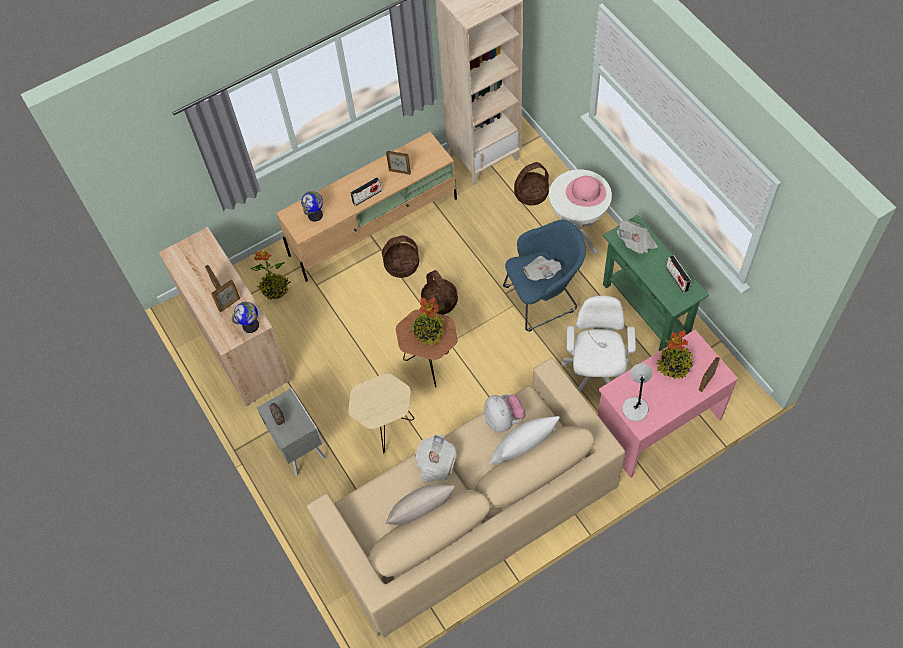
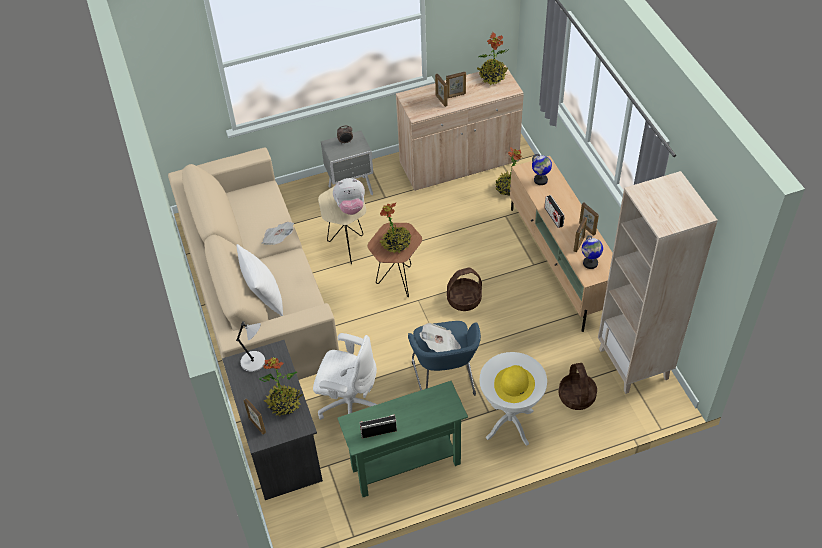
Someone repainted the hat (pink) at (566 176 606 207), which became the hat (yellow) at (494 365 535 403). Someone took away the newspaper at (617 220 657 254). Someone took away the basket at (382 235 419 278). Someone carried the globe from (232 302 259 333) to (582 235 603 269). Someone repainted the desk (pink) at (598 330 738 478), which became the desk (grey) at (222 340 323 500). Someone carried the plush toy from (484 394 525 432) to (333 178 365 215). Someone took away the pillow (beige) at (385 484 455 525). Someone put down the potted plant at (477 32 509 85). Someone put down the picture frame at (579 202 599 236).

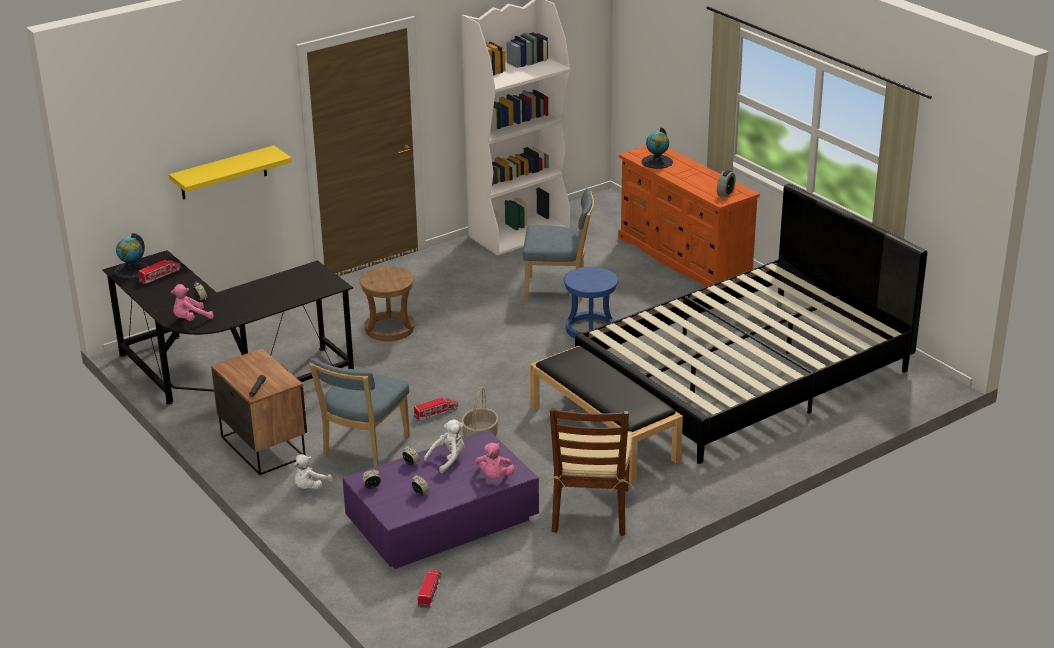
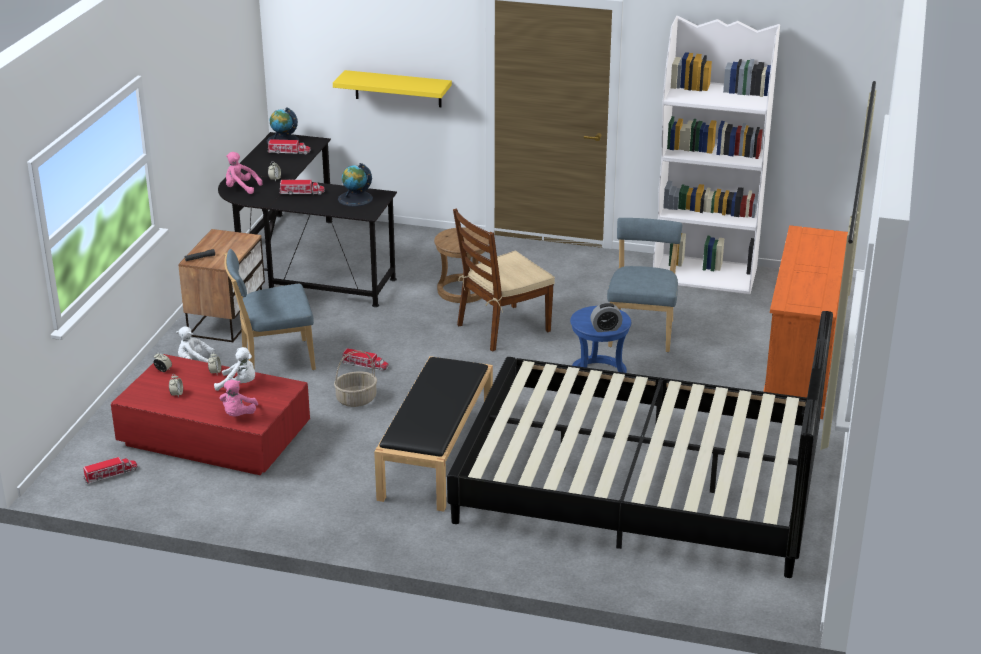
Someone carried the globe from (641 128 673 169) to (338 163 373 207). Someone carried the alarm clock from (717 170 735 197) to (590 303 623 332). Someone rotated the chair (blue) at (523 188 594 302) by 135 degrees counterclockwise. Someone carried the chair (brown) from (545 408 634 536) to (453 208 555 352). Someone repainted the coffee table (purple) at (343 430 539 569), which became the coffee table (red) at (111 354 310 475). Someone rotated the plush toy (pink) at (476 443 515 479) by 45 degrees counterclockwise. Someone put down the toy truck at (279 180 325 195).

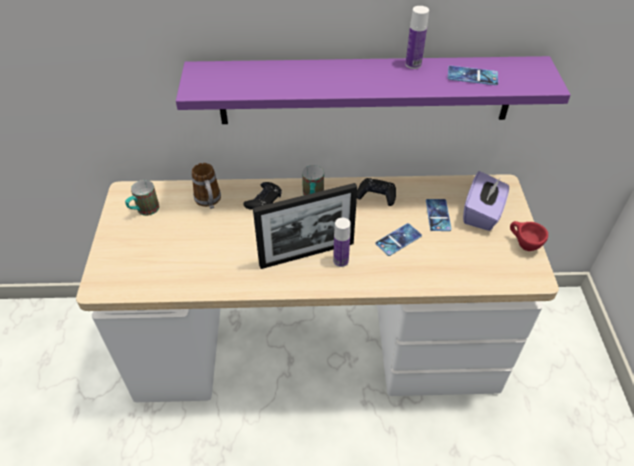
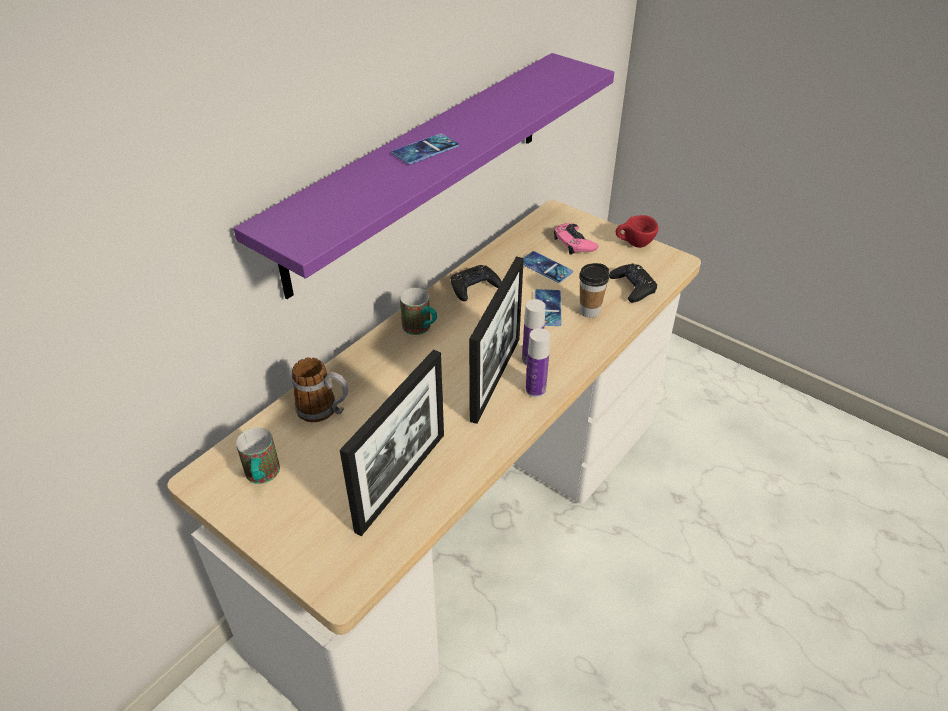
Someone carried the bottle from (405 6 429 69) to (526 328 550 397). Someone carried the phone from (448 66 498 85) to (392 134 459 164). Someone swapped the tissue box (purple) at (463 171 509 231) for the game controller (pink) at (554 223 598 255). Someone carried the game controller (black) from (243 182 282 210) to (609 264 657 303). Someone put down the cup at (579 263 609 318). Someone put down the picture frame at (340 349 444 536).

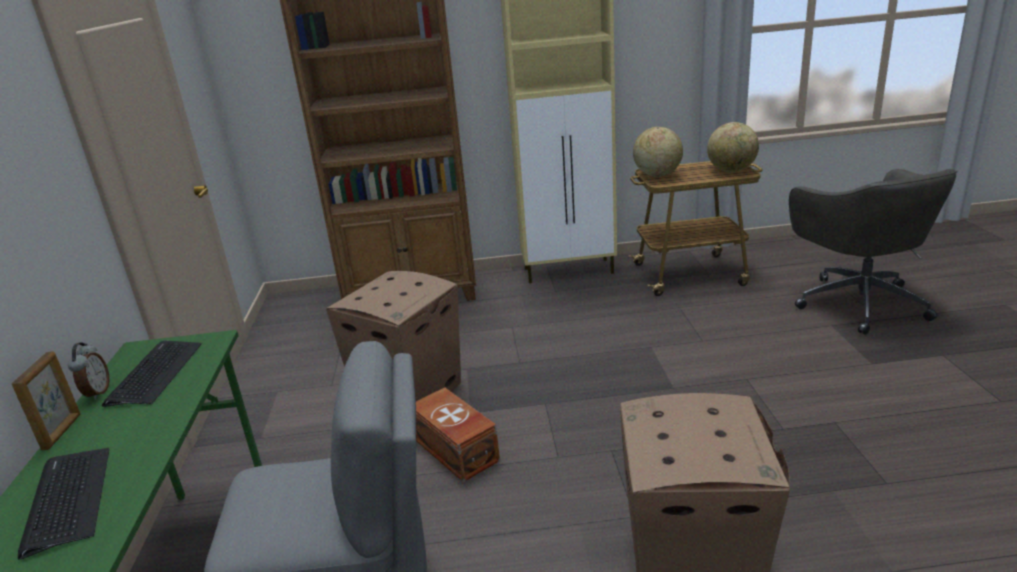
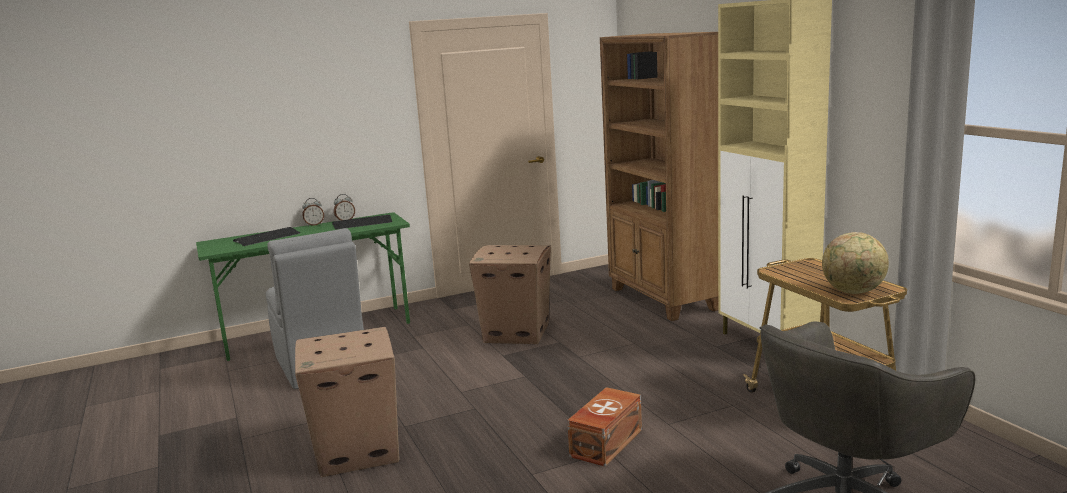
Someone took away the globe at (633 127 683 177). Someone swapped the picture frame at (12 351 80 450) for the alarm clock at (302 198 324 226). Someone carried the storage box (brown) from (416 388 500 482) to (567 387 642 467).

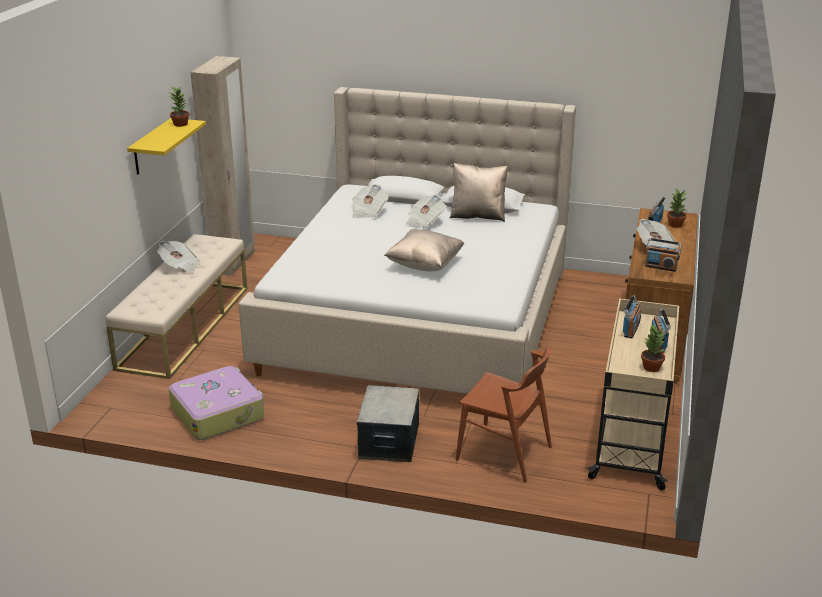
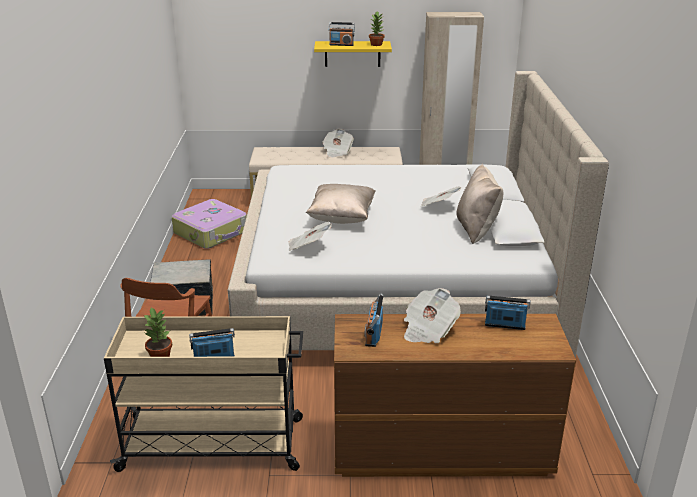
Someone carried the newspaper from (352 184 389 218) to (288 221 332 251). Someone took away the potted plant at (667 189 687 228). Someone carried the radio from (623 295 641 338) to (328 22 355 46).

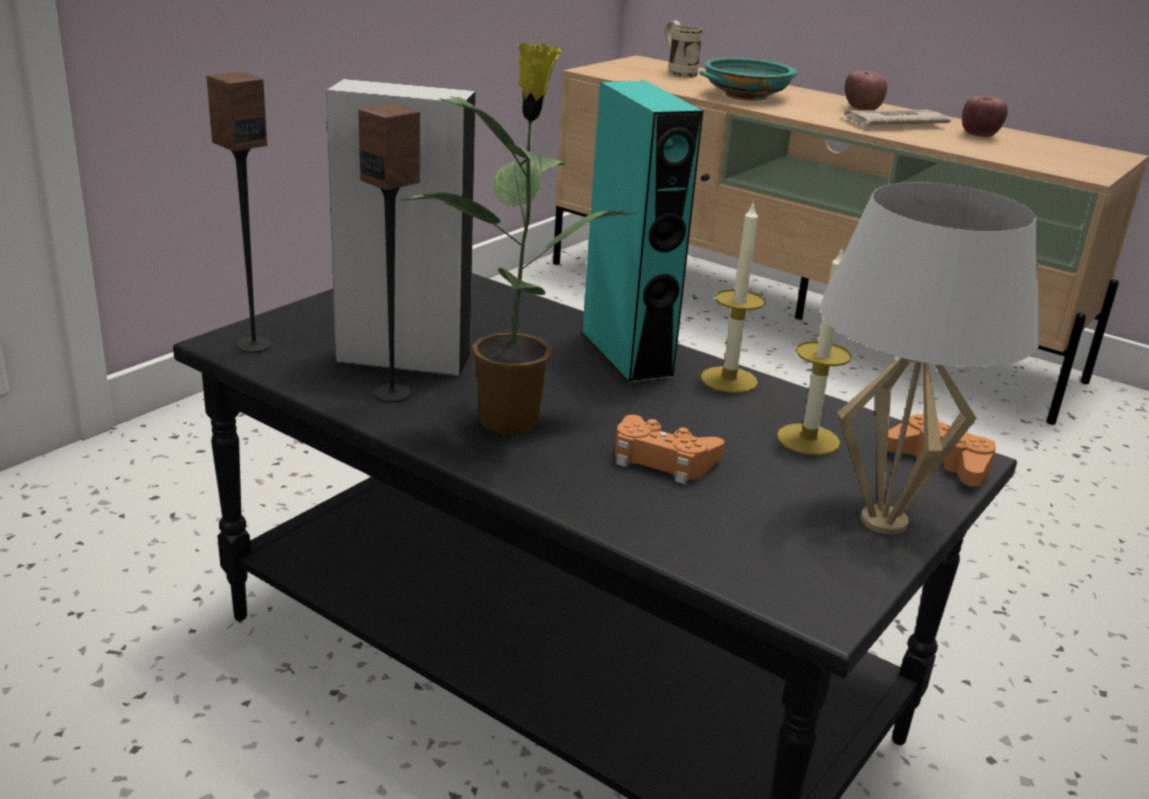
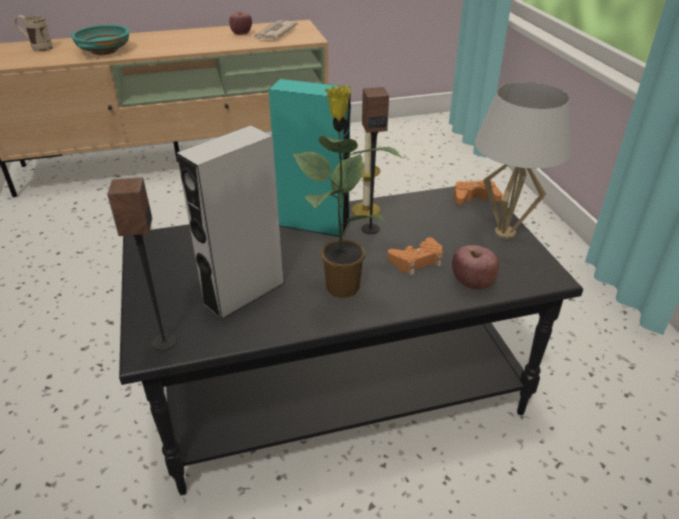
Someone carried the apple from (845 70 887 111) to (452 245 499 290). Someone carried the speaker from (358 104 420 402) to (361 87 389 234). Someone carried the newspaper from (840 110 951 125) to (254 21 298 40). Someone took away the candle at (777 246 852 456).

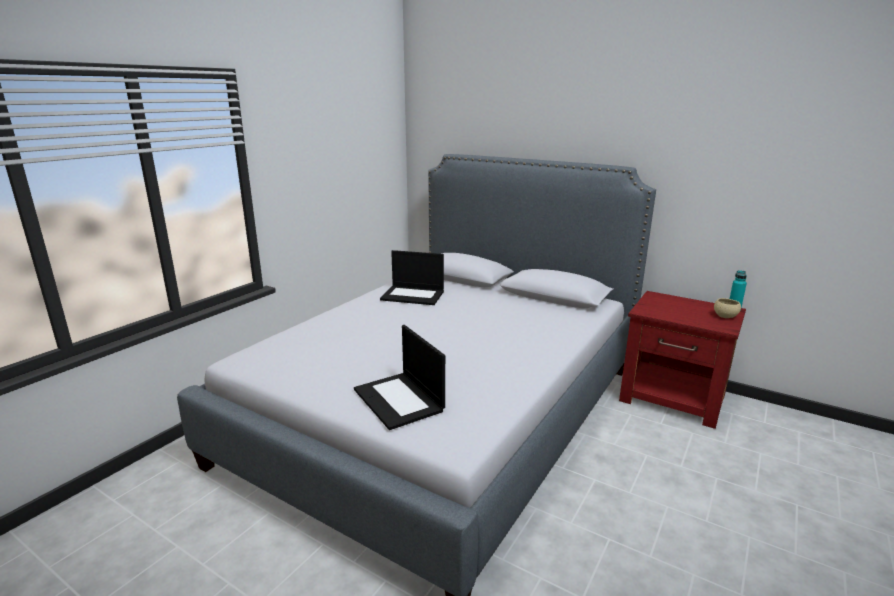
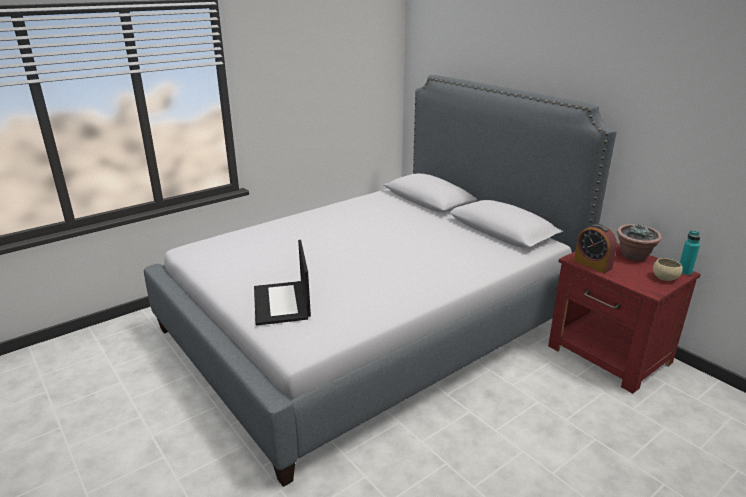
Someone took away the laptop at (380 250 444 305). Someone put down the alarm clock at (574 224 617 273). Someone put down the potted plant at (617 224 662 261).

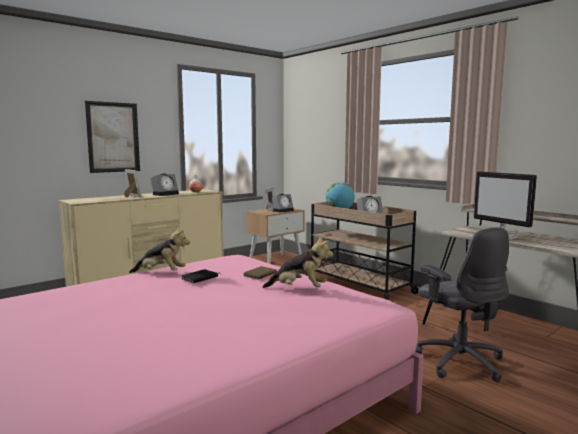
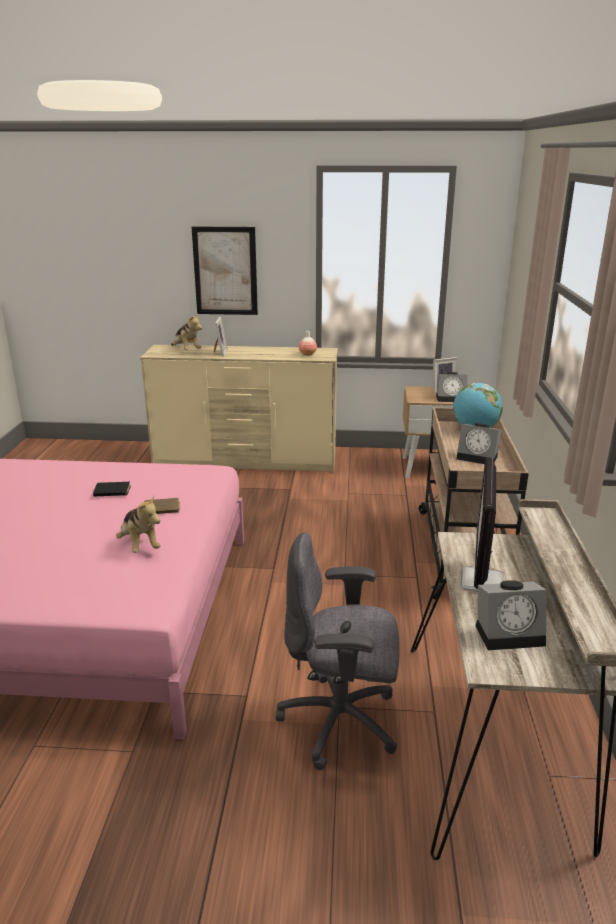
Someone carried the alarm clock from (151 173 179 196) to (475 580 547 650). Someone carried the plush toy from (129 226 190 273) to (171 313 202 350). Someone rotated the office chair (grey) at (416 227 509 382) by 75 degrees clockwise.

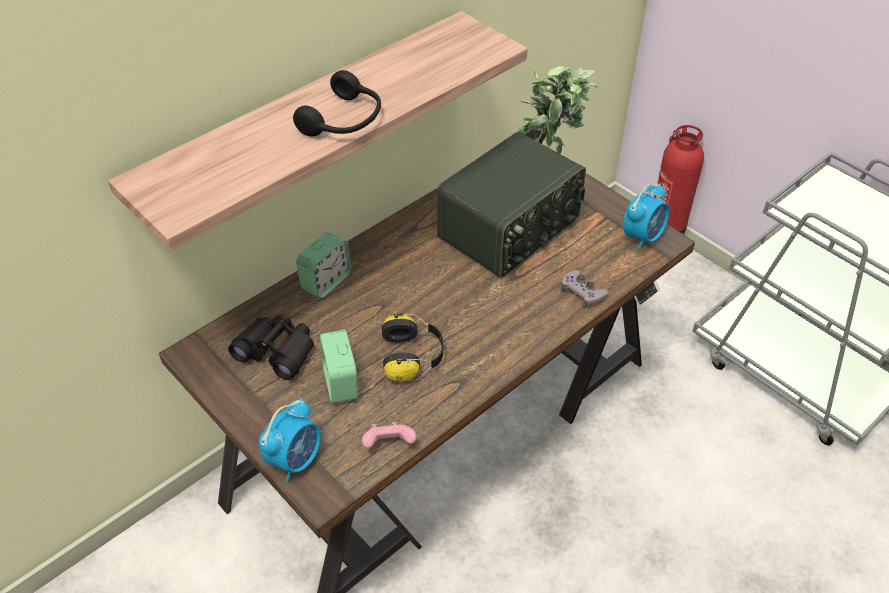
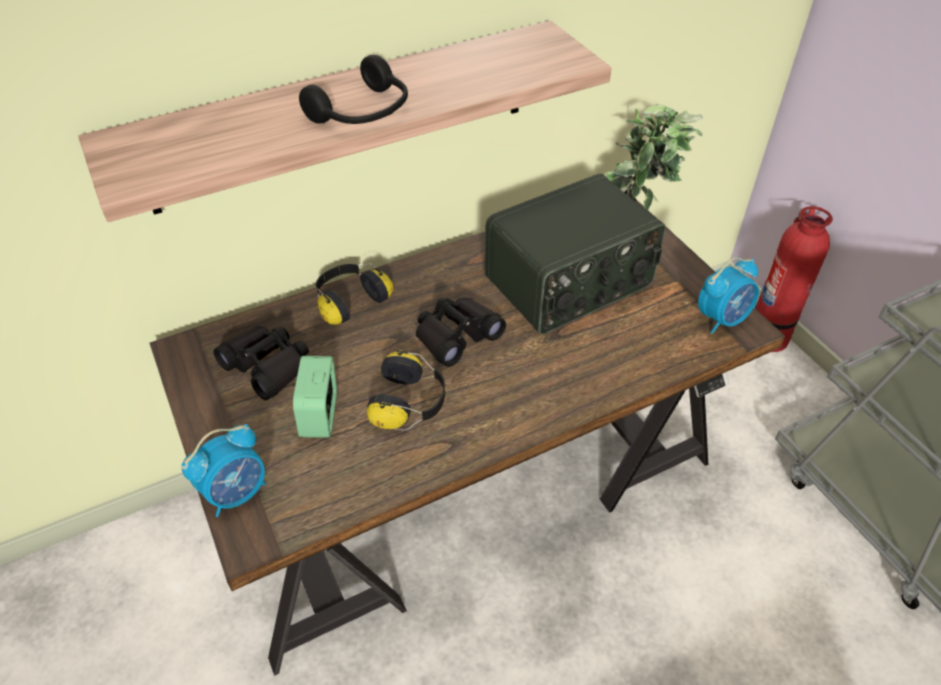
Someone swapped the alarm clock at (296 232 352 298) for the headphones at (316 263 393 325). Someone took away the game controller (grey) at (560 270 609 308). Someone took away the game controller (pink) at (362 422 416 448). Someone put down the binoculars (black) at (416 298 506 367).

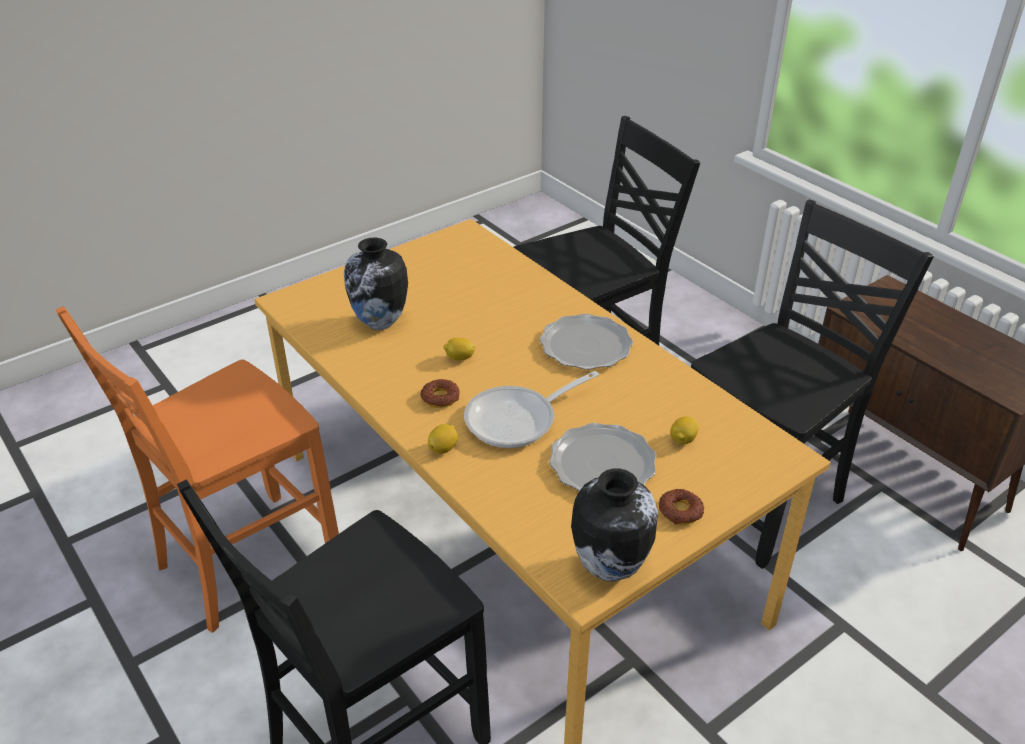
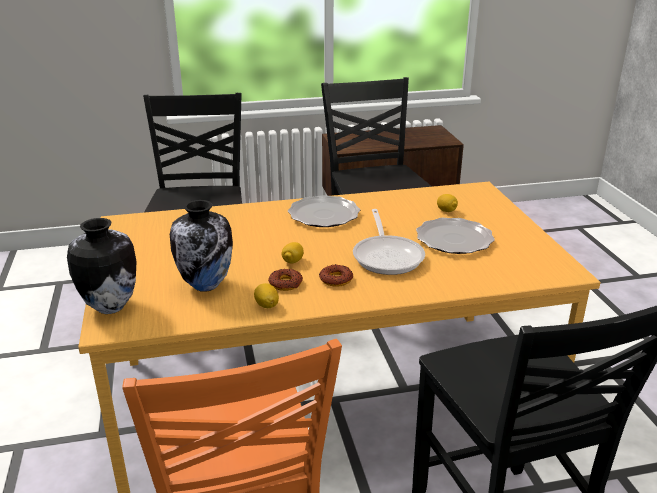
Someone carried the lemon from (428 424 458 454) to (254 283 279 308). Someone carried the vase from (571 468 658 582) to (67 218 136 314). Someone carried the donut from (659 489 704 524) to (268 269 303 291).

